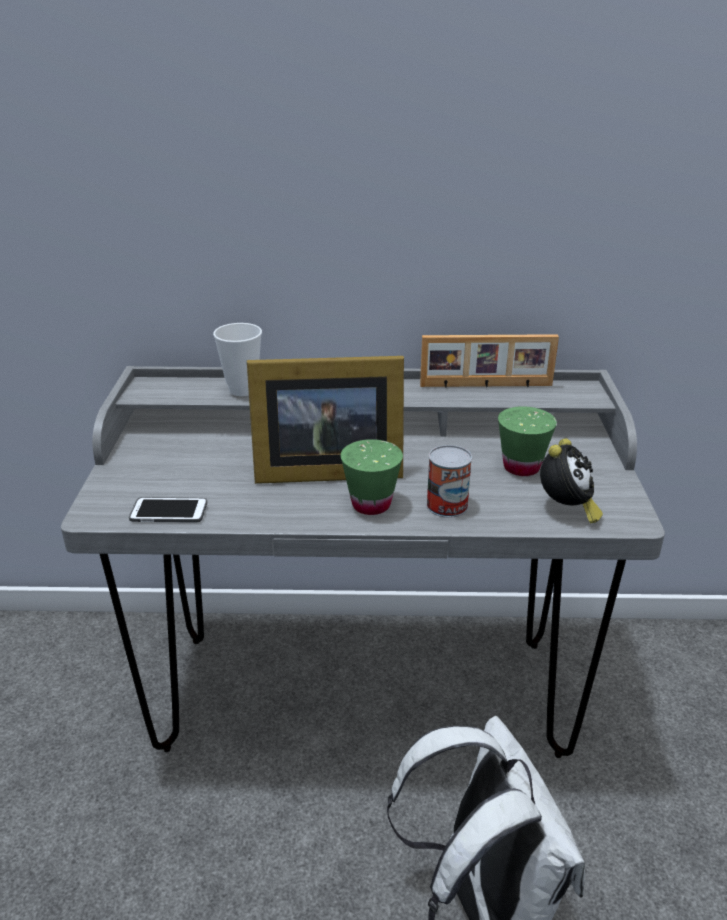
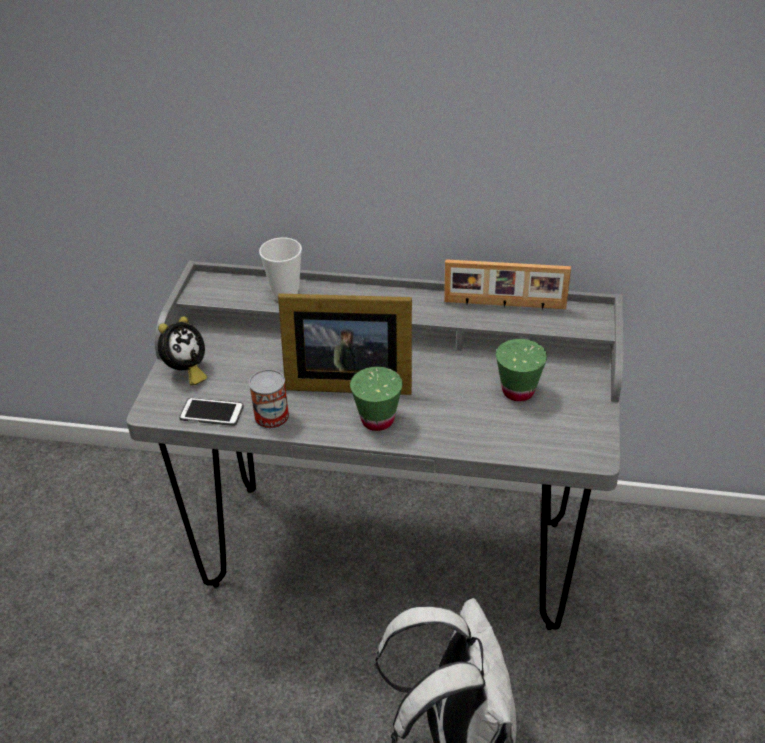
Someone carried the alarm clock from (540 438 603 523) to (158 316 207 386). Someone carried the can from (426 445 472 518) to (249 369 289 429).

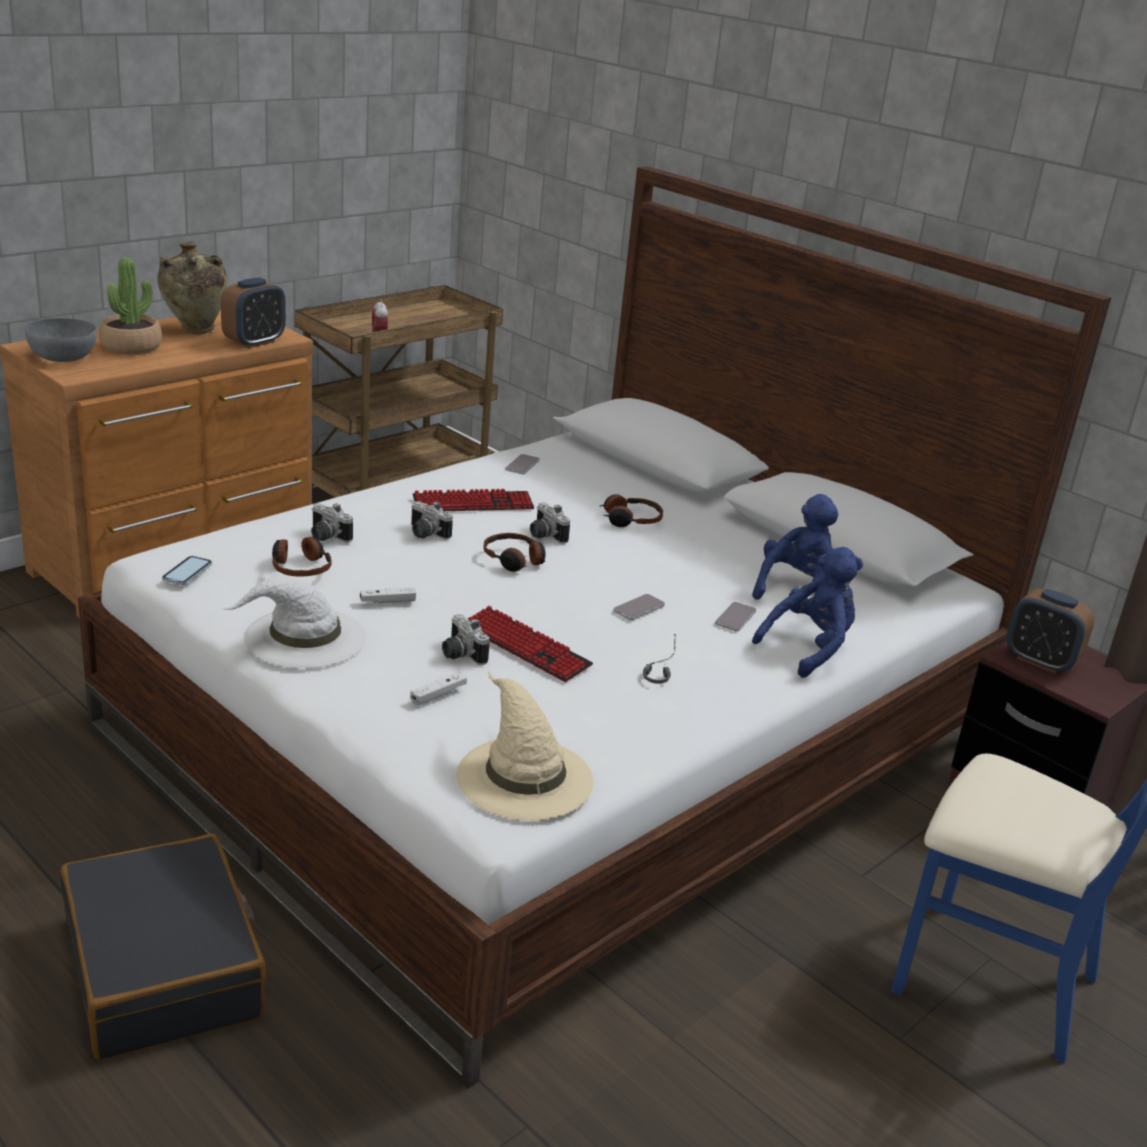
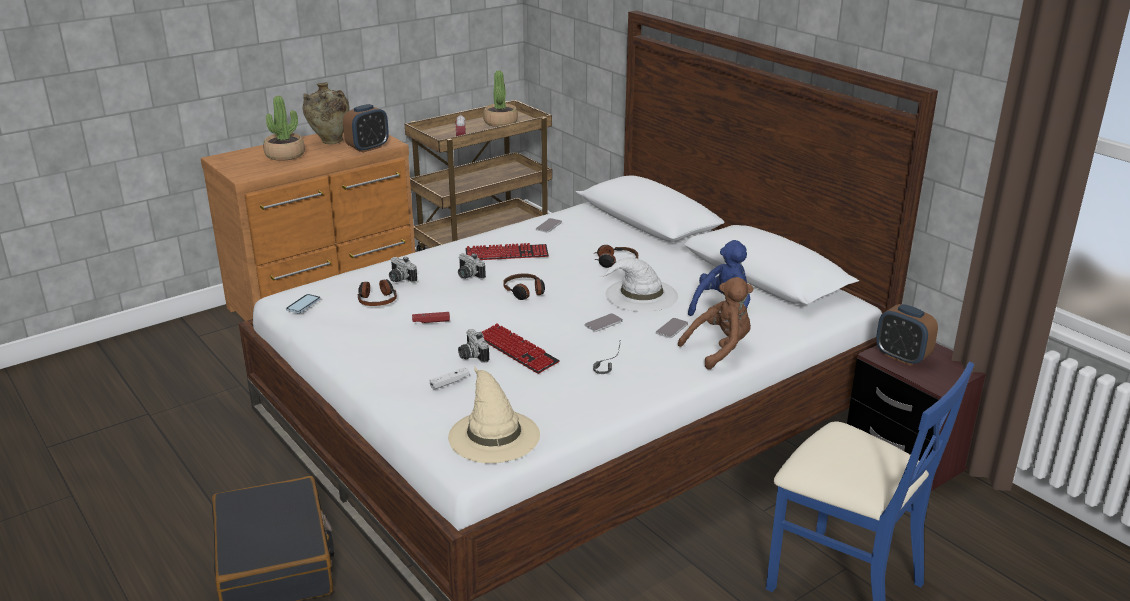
Someone took away the bowl (grey) at (25 318 97 362). Someone took away the photo camera at (530 503 570 544). Someone repainted the plush toy (blue) at (752 547 863 678), which became the plush toy (brown) at (678 277 754 369). Someone carried the hat (white) from (222 576 366 669) to (599 257 678 312). Someone repainted the game controller (white) at (360 587 416 603), which became the game controller (red) at (412 312 450 323). Someone put down the potted plant at (483 70 518 127).

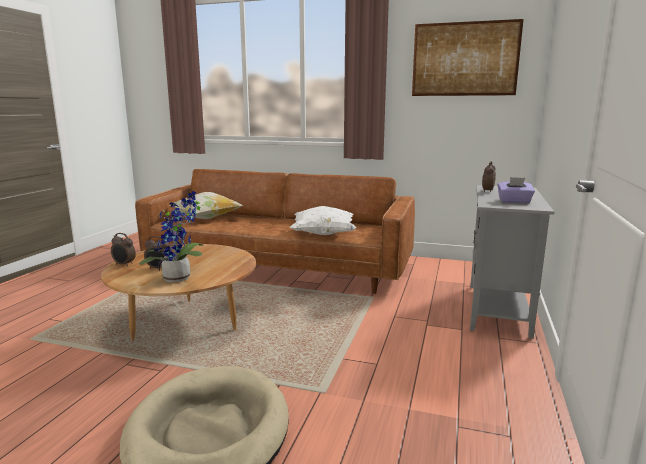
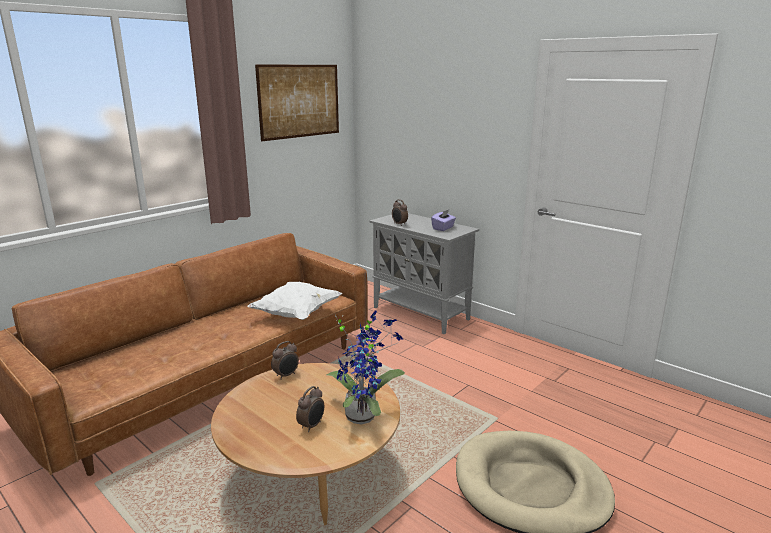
Someone took away the pillow at (169 192 243 219). Someone carried the alarm clock from (111 233 136 267) to (271 341 299 380).

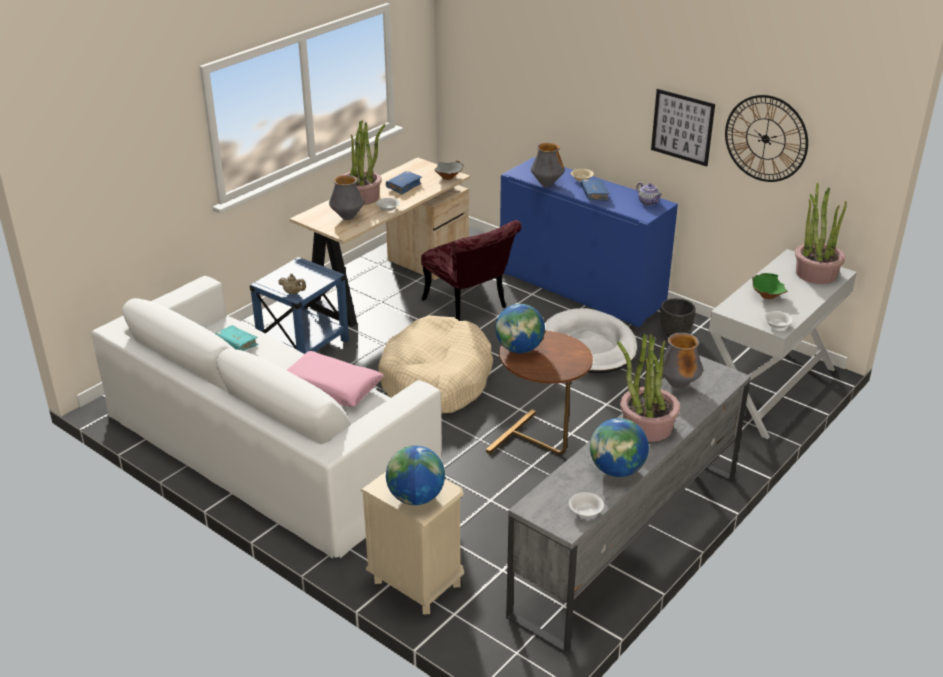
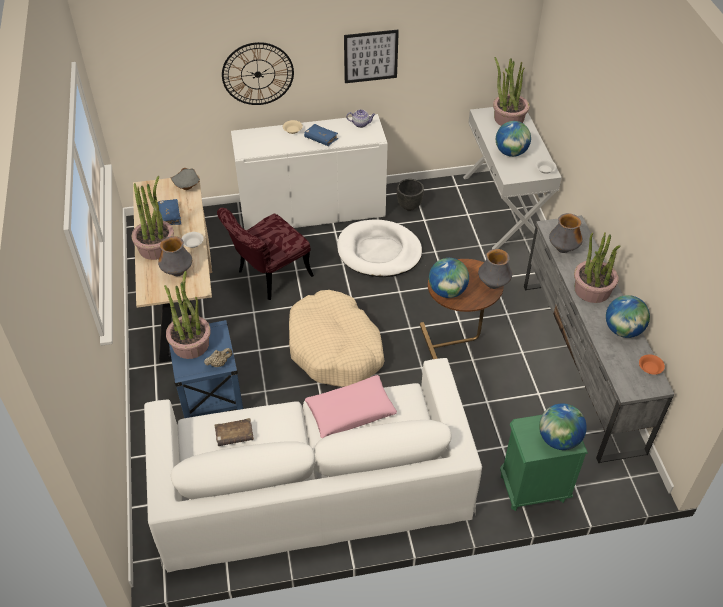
Someone carried the wall clock from (725 95 808 182) to (222 42 294 105). Someone carried the vase from (531 142 565 186) to (478 249 512 289). Someone repainted the cabinet (blue) at (500 157 678 328), which became the cabinet (white) at (231 114 388 231). Someone rotated the chair (red) at (421 220 521 321) by 135 degrees clockwise. Someone swapped the bowl (green) at (752 273 788 299) for the globe at (496 121 531 157). Someone repainted the book (turquoise) at (215 325 258 351), which became the book (brown) at (215 418 254 446). Someone repainted the nightstand (beige) at (360 472 464 615), which became the nightstand (green) at (500 415 588 511). Someone repainted the bowl (white) at (569 492 604 517), which became the bowl (orange) at (639 354 665 375). Someone put down the potted plant at (164 271 211 359).

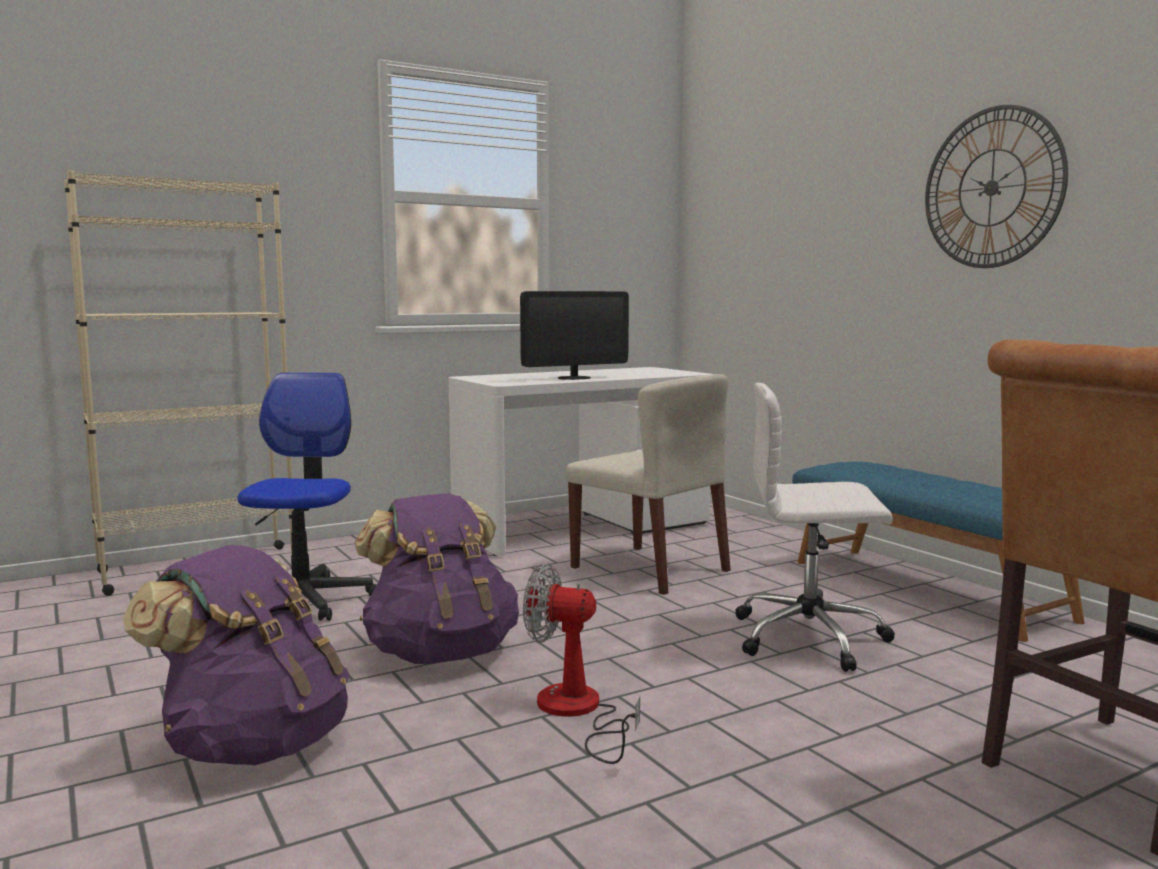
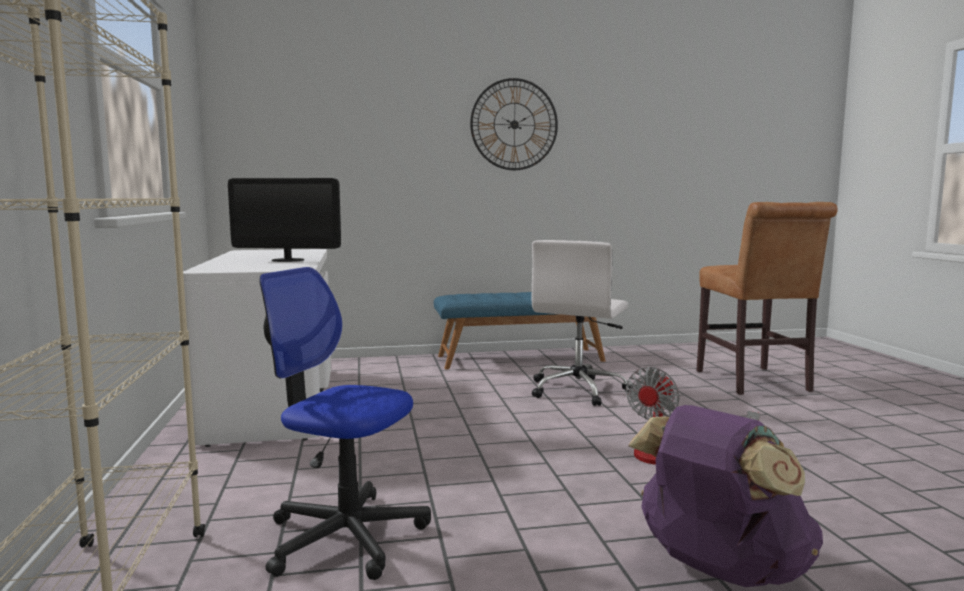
Someone rotated the monitor at (520 291 629 380) by 105 degrees clockwise. Someone took away the chair (beige) at (566 374 731 595). Someone took away the backpack (purple) at (355 493 519 664).

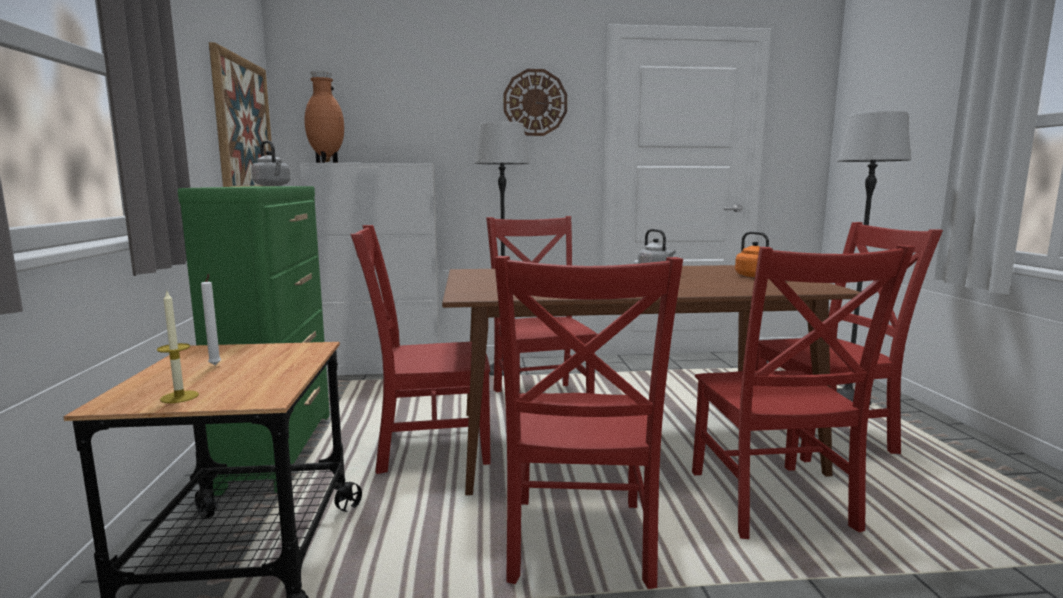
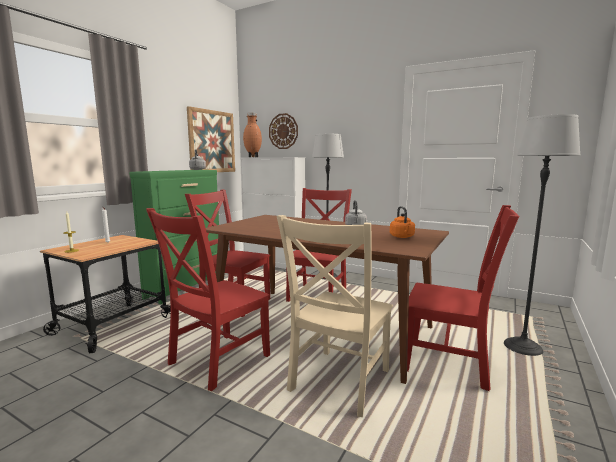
Someone carried the wall clock from (503 69 567 136) to (269 113 298 149). Someone repainted the chair (red) at (692 245 915 539), which became the chair (beige) at (277 215 393 417).

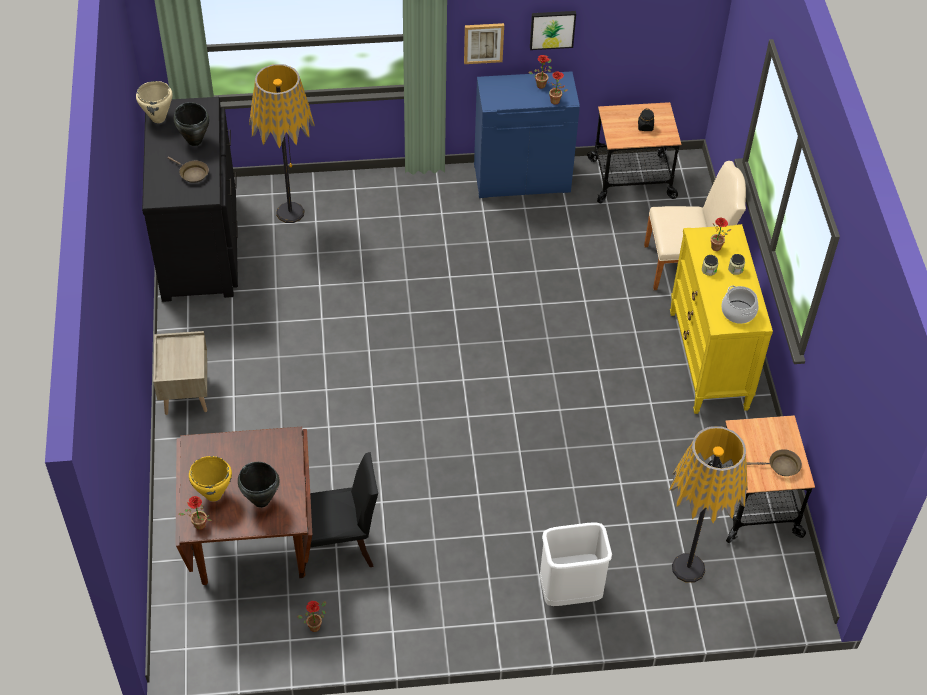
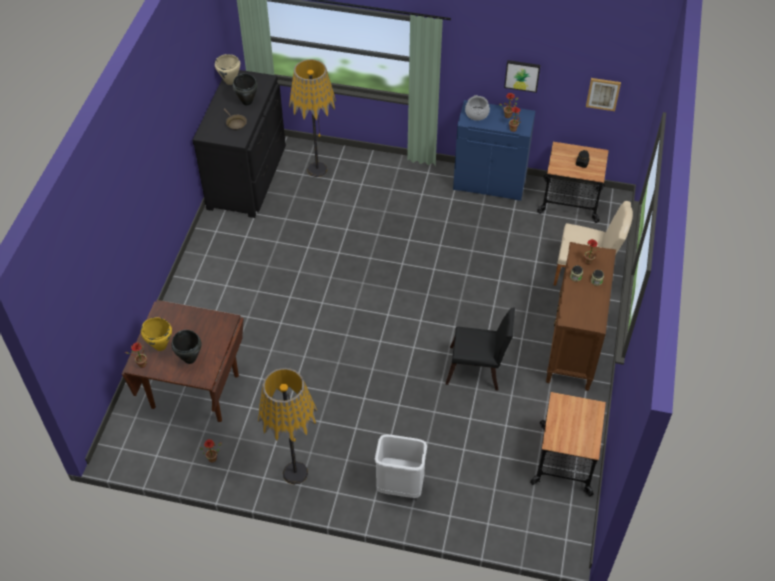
Someone carried the picture from (464 23 504 64) to (586 78 621 111). Someone repainted the dresser (yellow) at (670 224 773 414), which became the dresser (brown) at (546 242 616 391). Someone carried the cooking pot from (721 286 759 324) to (465 95 490 121). Someone took away the nightstand (beige) at (153 331 207 415). Someone carried the floor lamp from (669 426 748 583) to (258 368 317 485). Someone took away the frying pan (brown) at (747 449 802 476). Someone carried the chair (black) from (299 452 378 578) to (446 308 515 391).

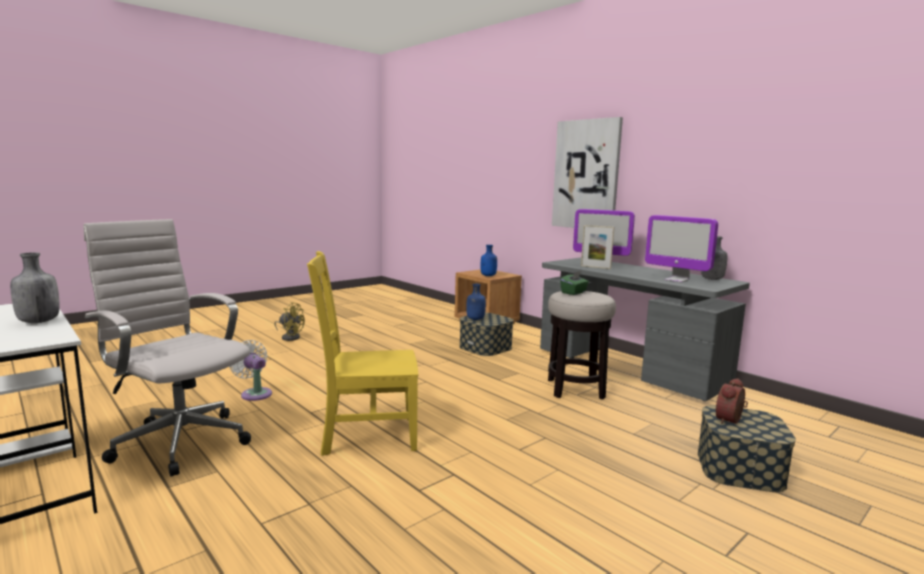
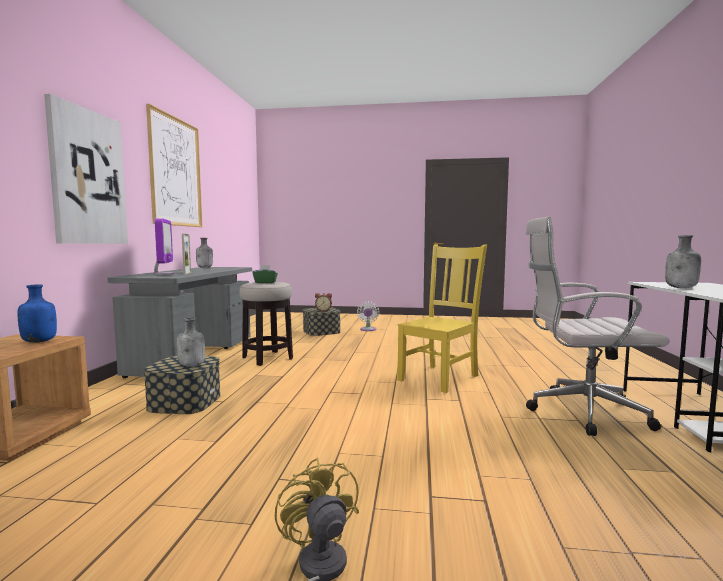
Someone took away the monitor at (645 215 718 282). Someone rotated the office chair (white) at (83 219 251 477) by 105 degrees clockwise. Someone rotated the chair (yellow) at (307 251 418 456) by 90 degrees counterclockwise. Someone repainted the bottle (blue) at (466 284 486 320), which became the bottle (grey) at (177 317 205 367). Someone carried the fan (white) from (230 340 272 401) to (357 301 379 331). Someone put up the picture at (146 104 202 227).

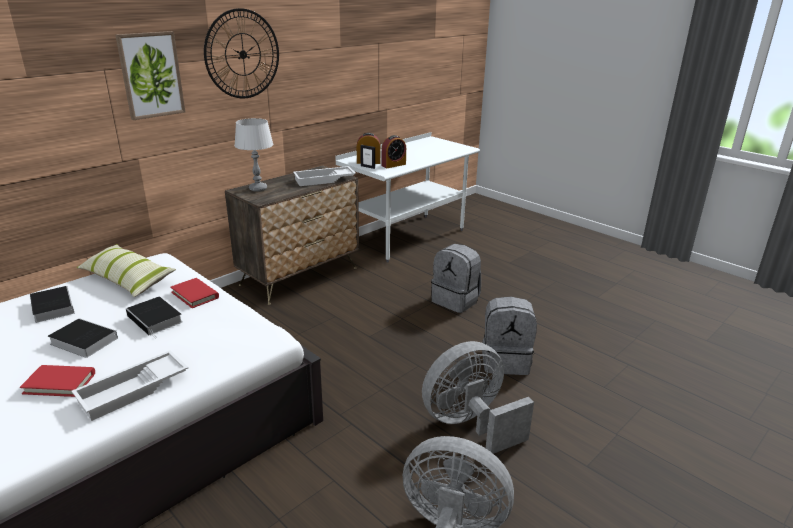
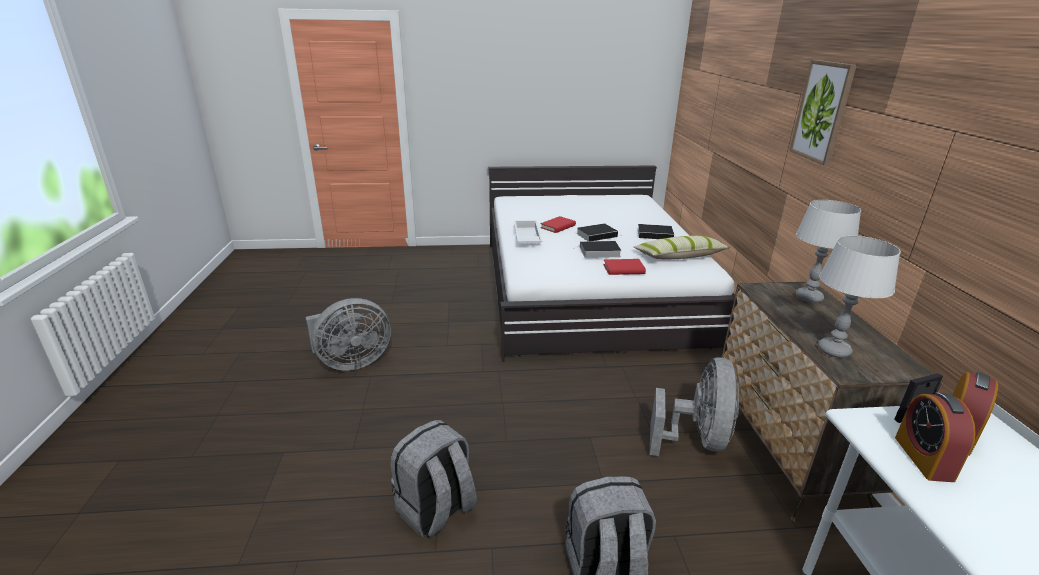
Someone took away the wall clock at (204 8 279 98). Someone swapped the tray (white) at (293 166 356 186) for the table lamp (grey) at (818 236 901 358). Someone carried the fan (grey) from (422 341 534 454) to (650 357 739 456).

